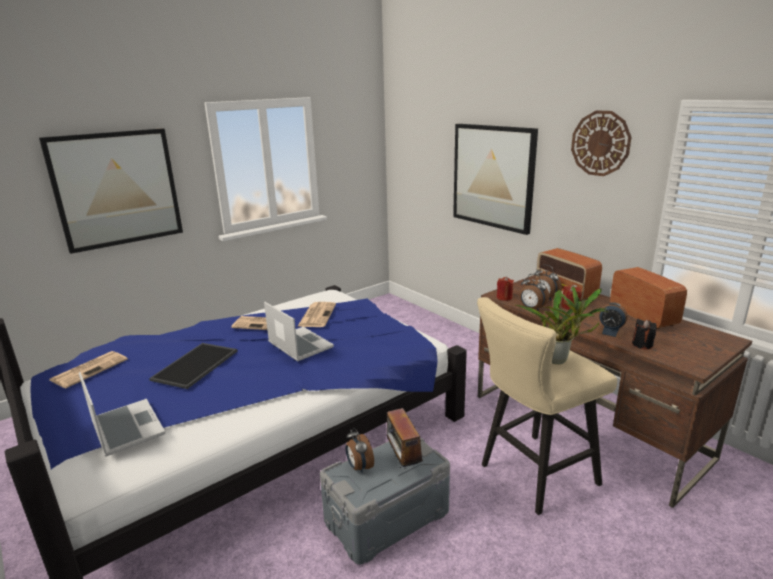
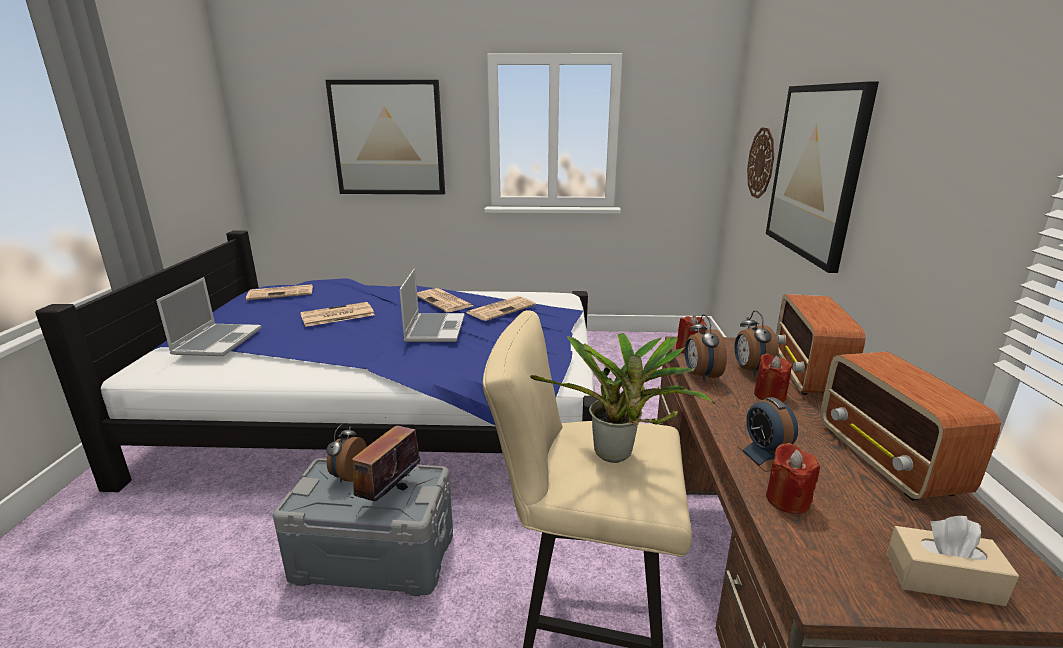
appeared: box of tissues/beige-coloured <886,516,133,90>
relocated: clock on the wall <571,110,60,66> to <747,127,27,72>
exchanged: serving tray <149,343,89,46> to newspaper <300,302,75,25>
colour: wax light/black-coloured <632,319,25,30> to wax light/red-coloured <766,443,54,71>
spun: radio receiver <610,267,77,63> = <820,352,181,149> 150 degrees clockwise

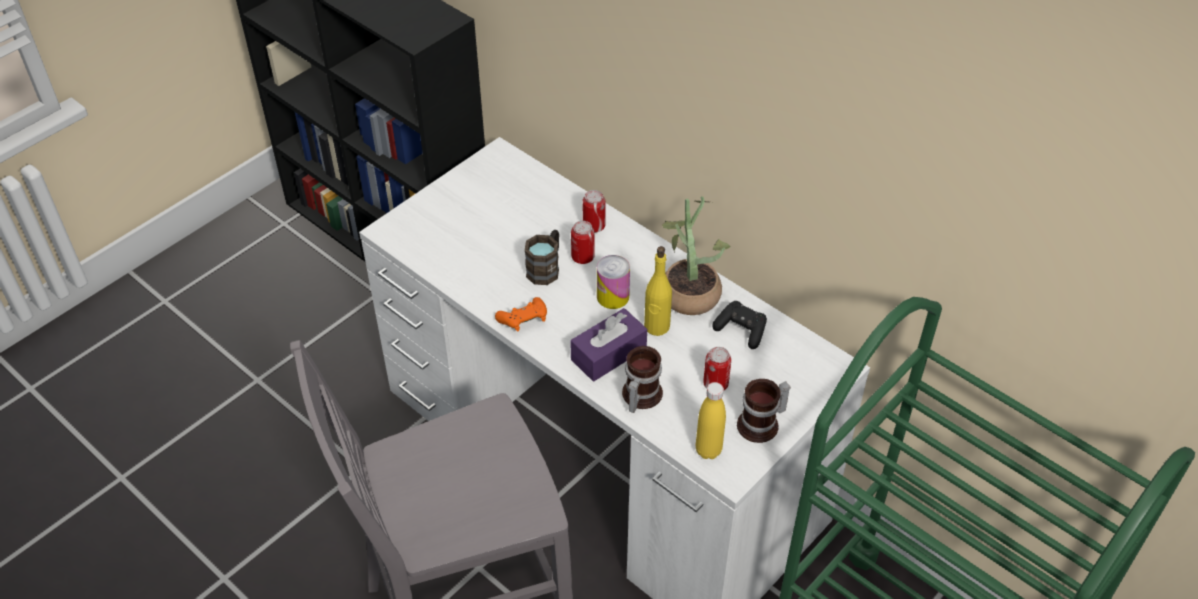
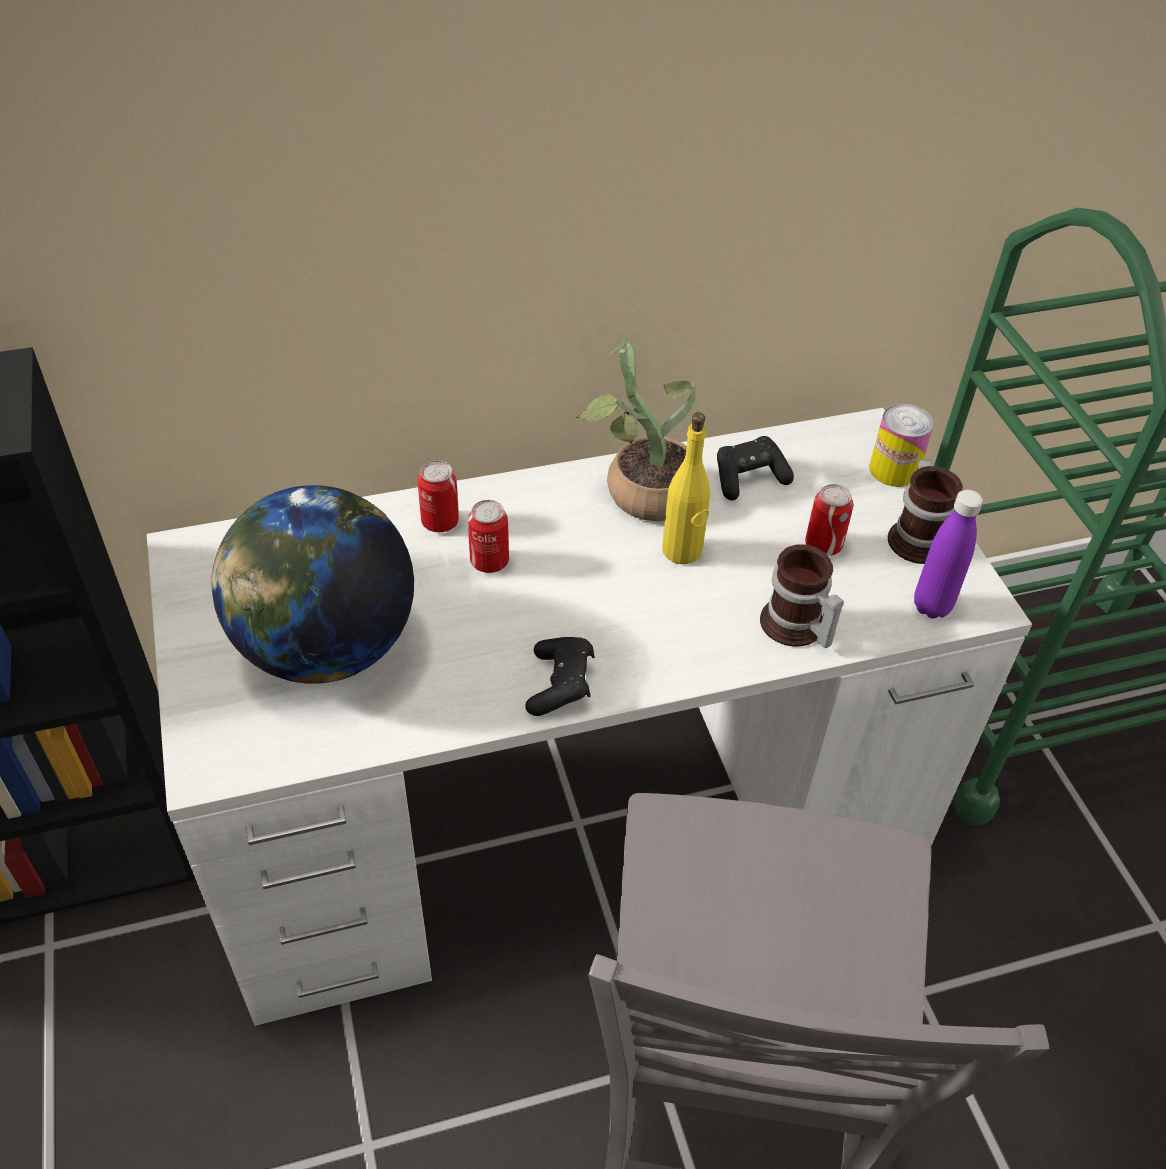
missing: coffee mug/brown-coloured <525,230,34,55>; box of tissues/purple <570,308,77,73>
appeared: globe <211,485,203,199>
relocated: sealed can <597,255,33,54> to <870,404,64,83>
colour: gamepad/orangey <495,297,52,34> to gamepad/black-coloured <525,637,70,79>; beverage bottle/yellowish <696,382,30,77> to beverage bottle/purple <914,490,69,129>

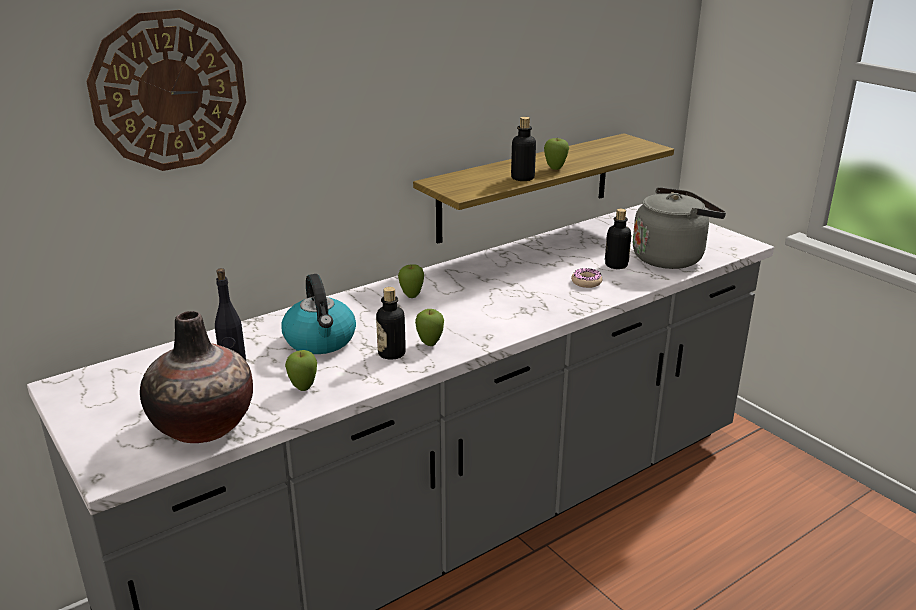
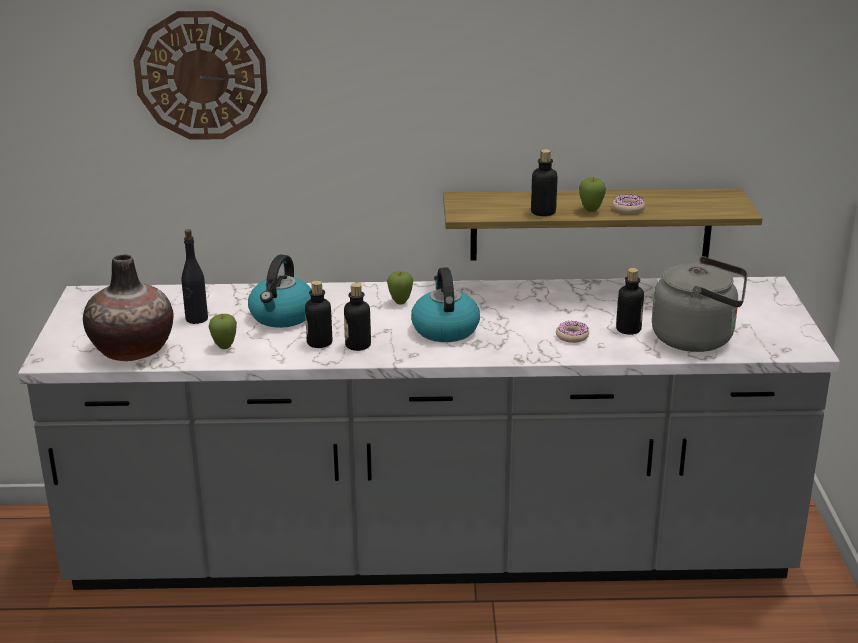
appeared: donut <612,194,33,20>; tea kettle <411,267,69,75>
exchanged: apple <415,309,29,37> to beverage bottle <344,283,27,68>

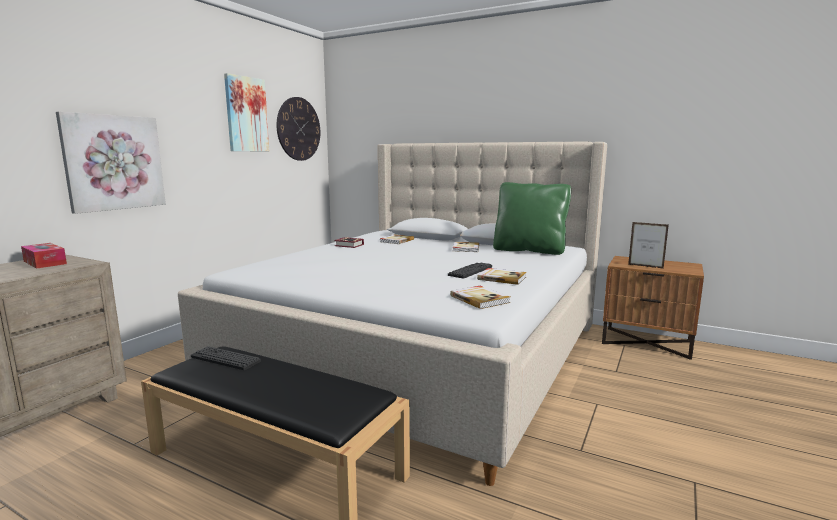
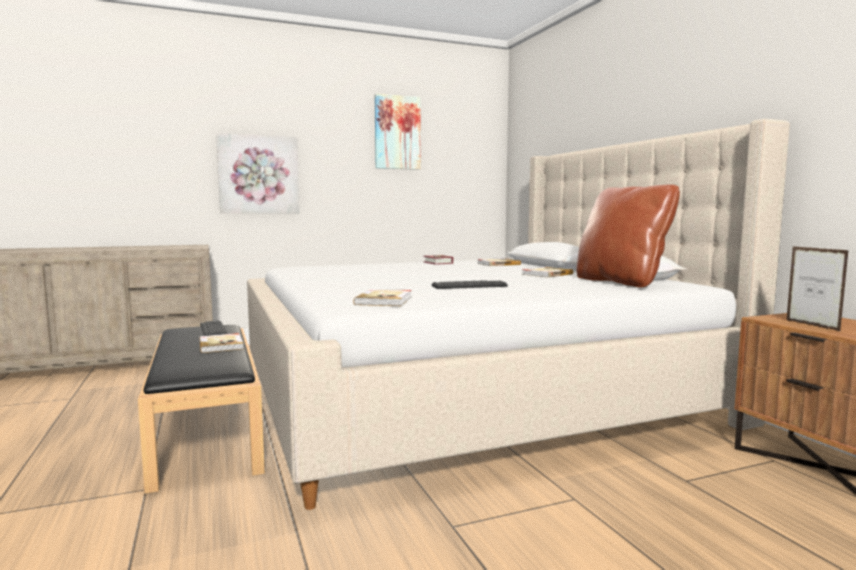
missing: clock on the wall <277,97,43,64>; box of tissues <21,243,46,26>
relocated: bound book <477,268,50,17> to <199,333,45,20>
colour: cushion/greenish <493,182,78,73> to cushion/brown-coloured <576,184,104,104>

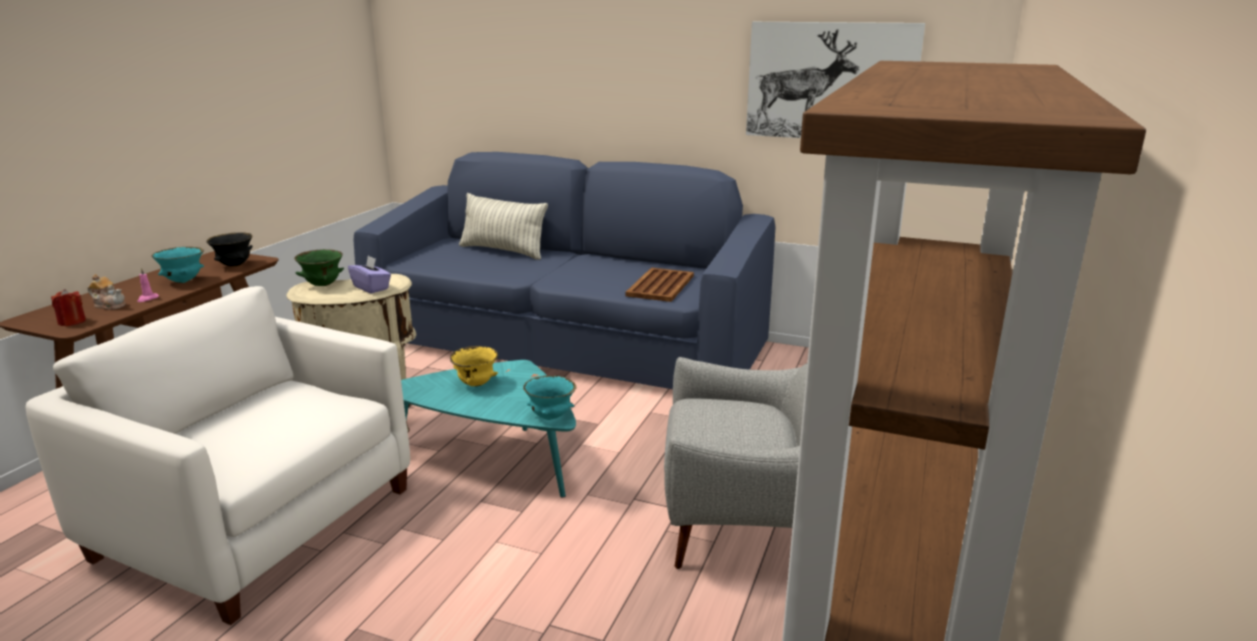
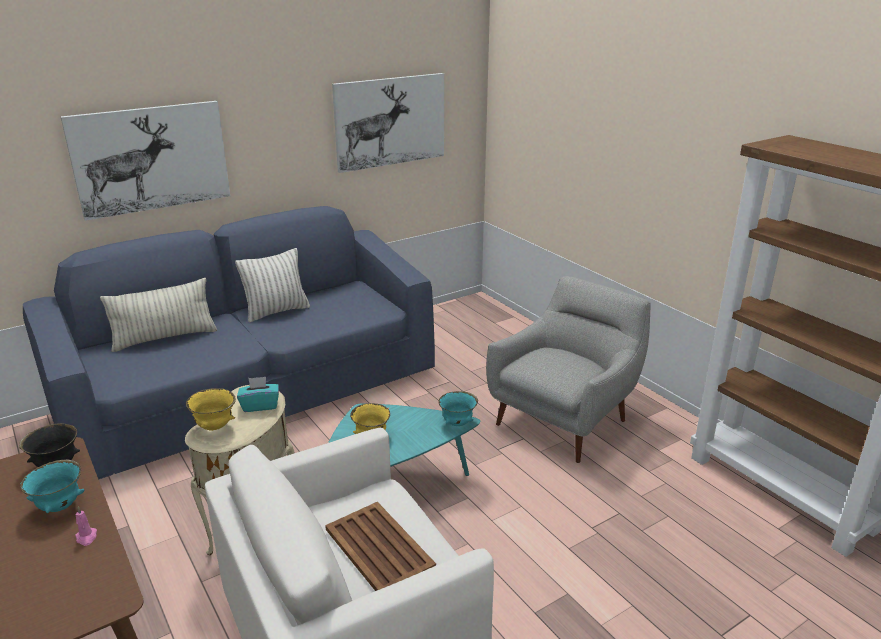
missing: tea pot <88,274,38,36>; wax light/red-coloured <51,289,35,37>
appeared: picture <61,101,169,120>; cushion <235,248,75,74>
relocated: serving tray/brown-coloured <625,268,69,34> to <325,502,111,89>
colour: deep dish/greenish <294,249,50,37> to deep dish/yellowish <186,388,50,43>; box of tissues/purple <348,256,43,38> to box of tissues/turquoise-coloured <237,377,42,35>

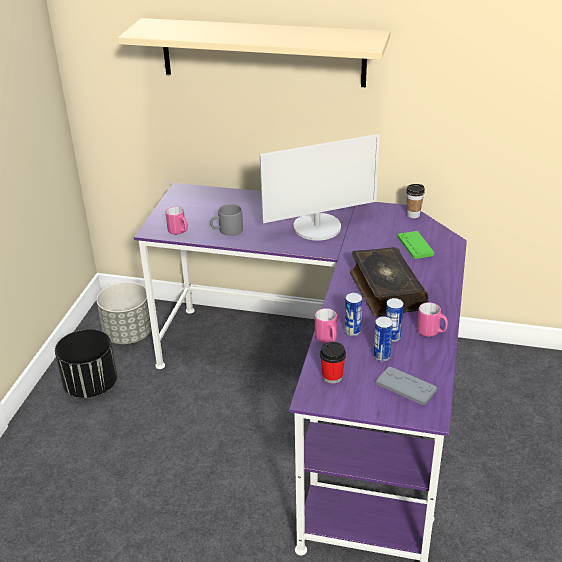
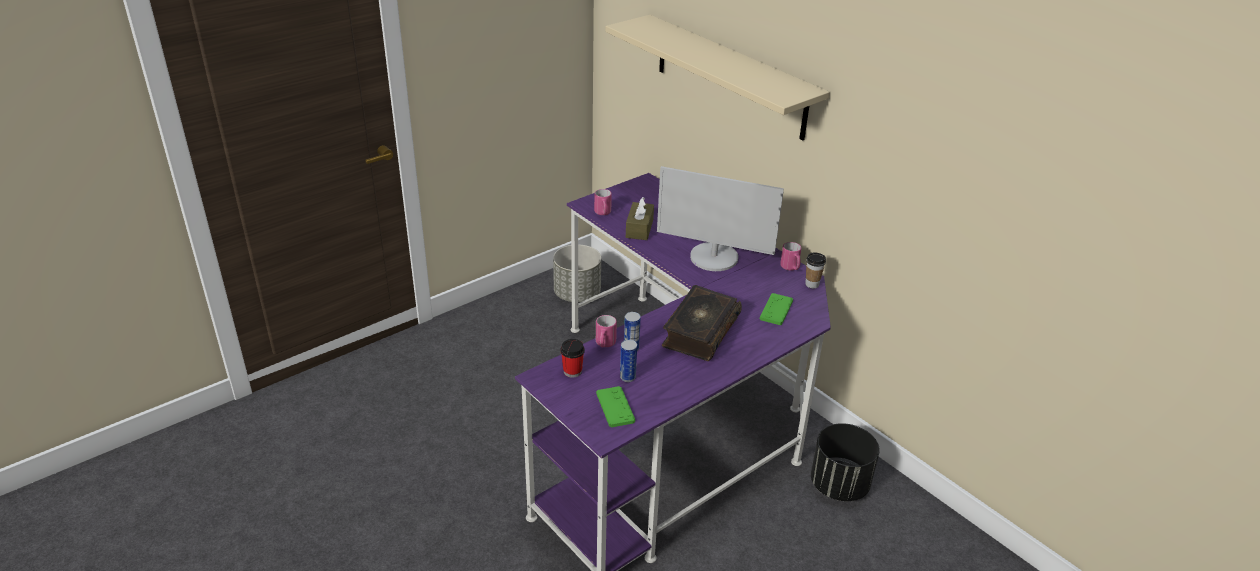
missing: sealed can <386,298,17,44>
relocated: coffee mug/pink <417,302,31,35> to <780,242,21,29>; planter/black-coloured <55,329,62,69> to <811,423,69,78>
exchanged: coffee mug/gray <210,204,33,32> to box of tissues/brown-coloured <626,197,28,43>
colour: gamepad/gray <376,367,61,38> to gamepad/greenish <596,386,39,41>

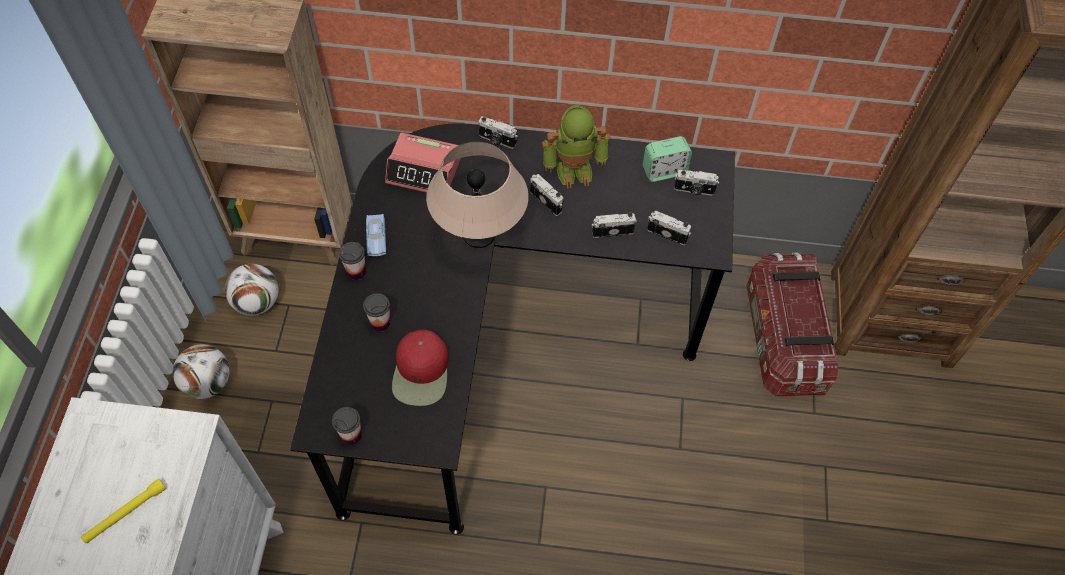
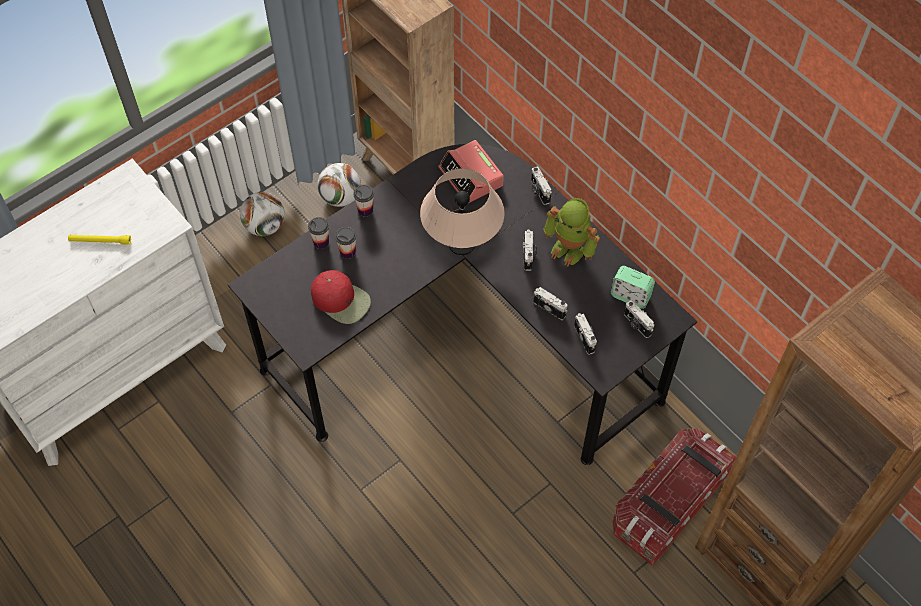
missing: miniature car/blue <366,214,20,42>
relocated: small cup <332,407,30,38> to <308,217,21,32>
spun: cap/red-coloured <392,330,57,76> = <311,270,60,54> 105 degrees counterclockwise

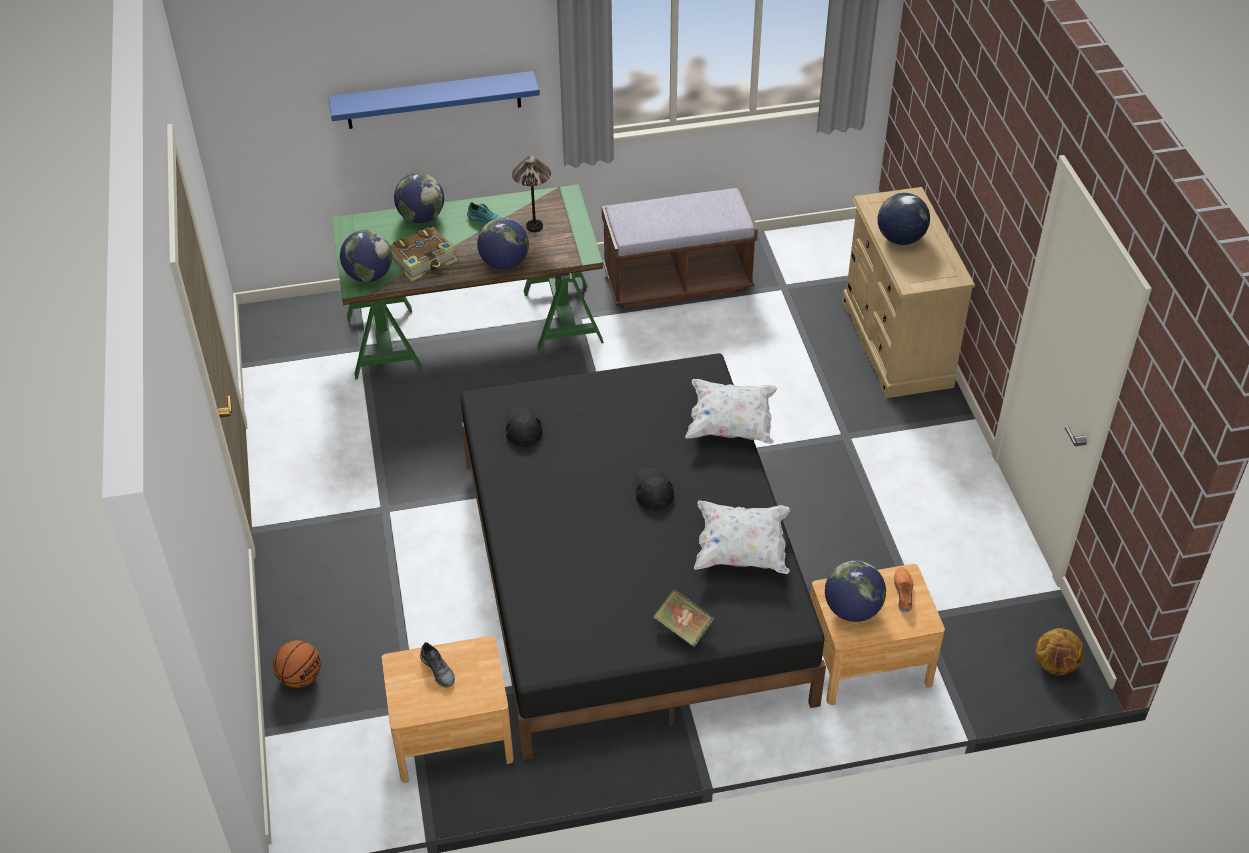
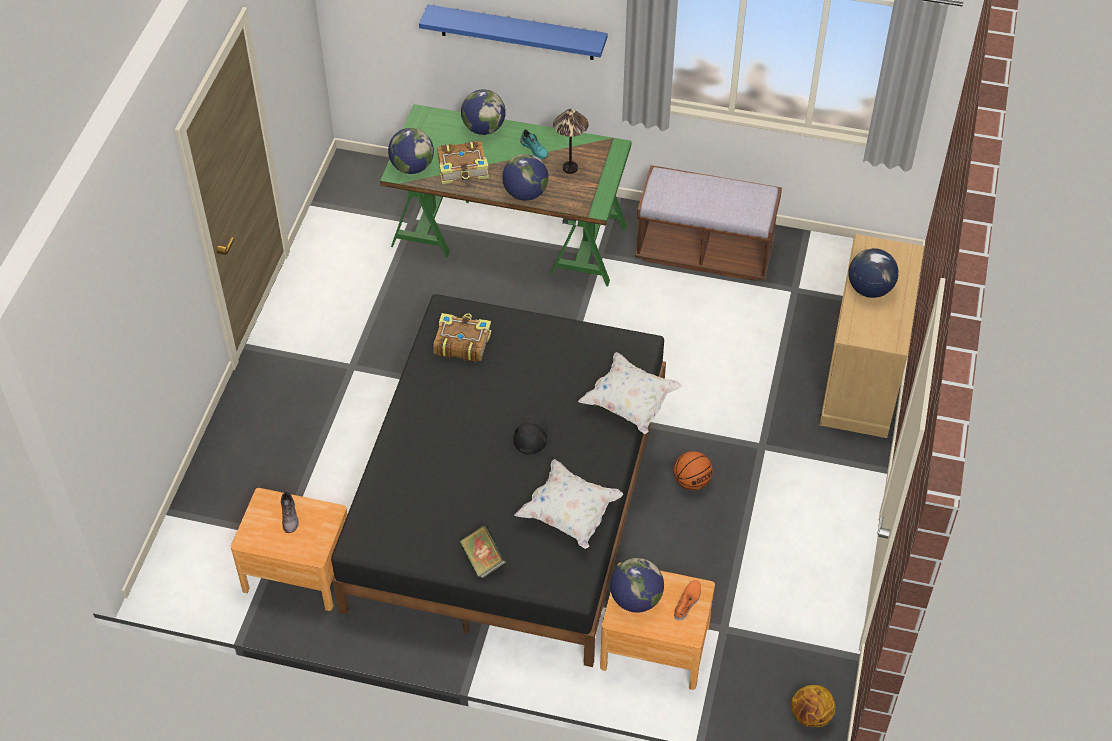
relocated: basketball ball <273,640,48,48> to <674,451,39,39>
exchanged: cap/black-coloured <505,407,38,39> to bound book <433,313,58,49>

